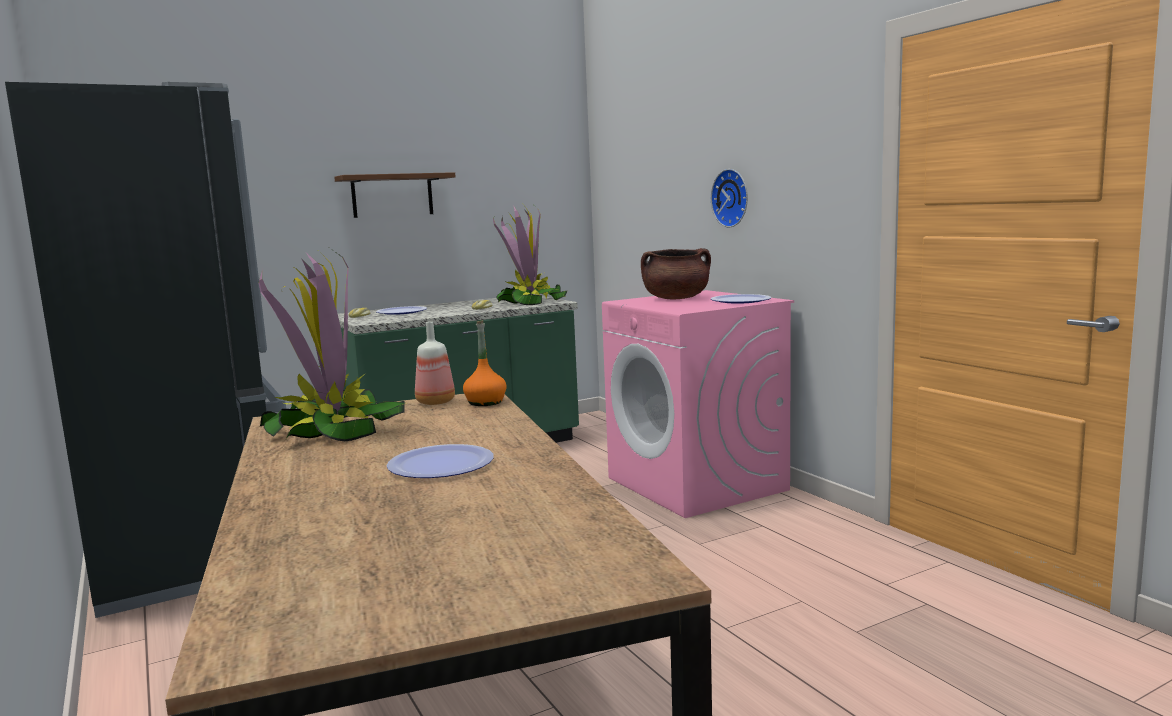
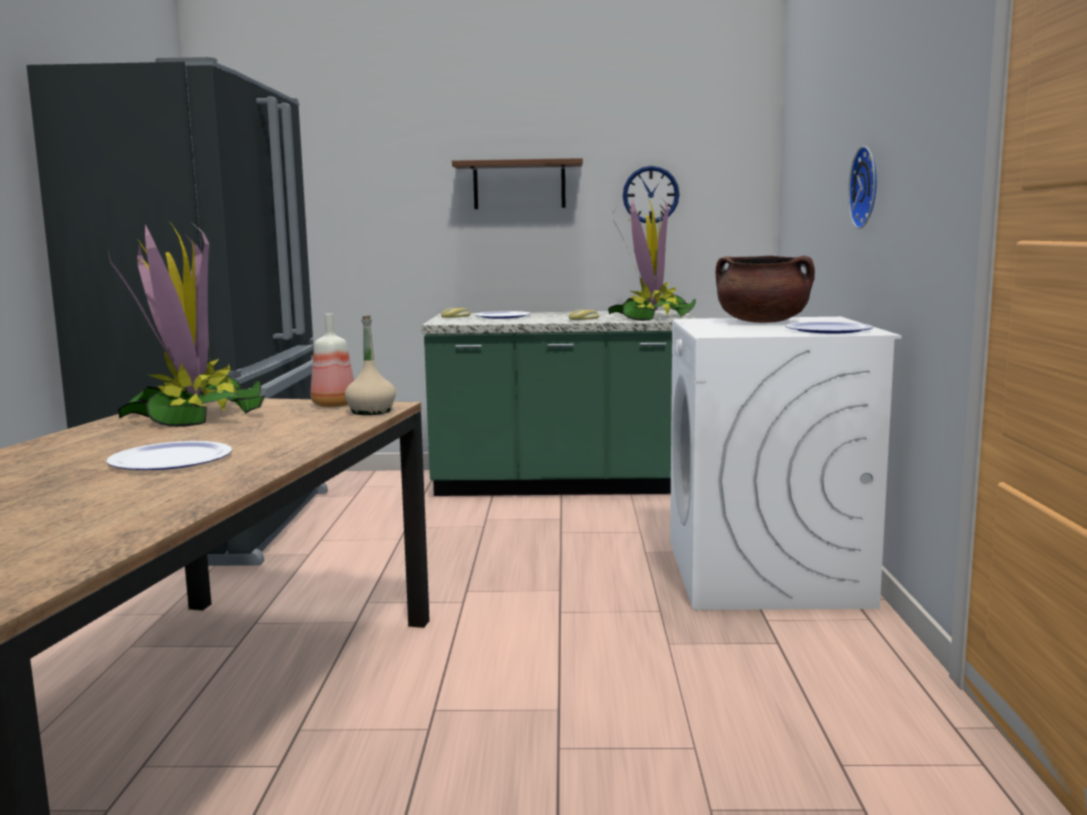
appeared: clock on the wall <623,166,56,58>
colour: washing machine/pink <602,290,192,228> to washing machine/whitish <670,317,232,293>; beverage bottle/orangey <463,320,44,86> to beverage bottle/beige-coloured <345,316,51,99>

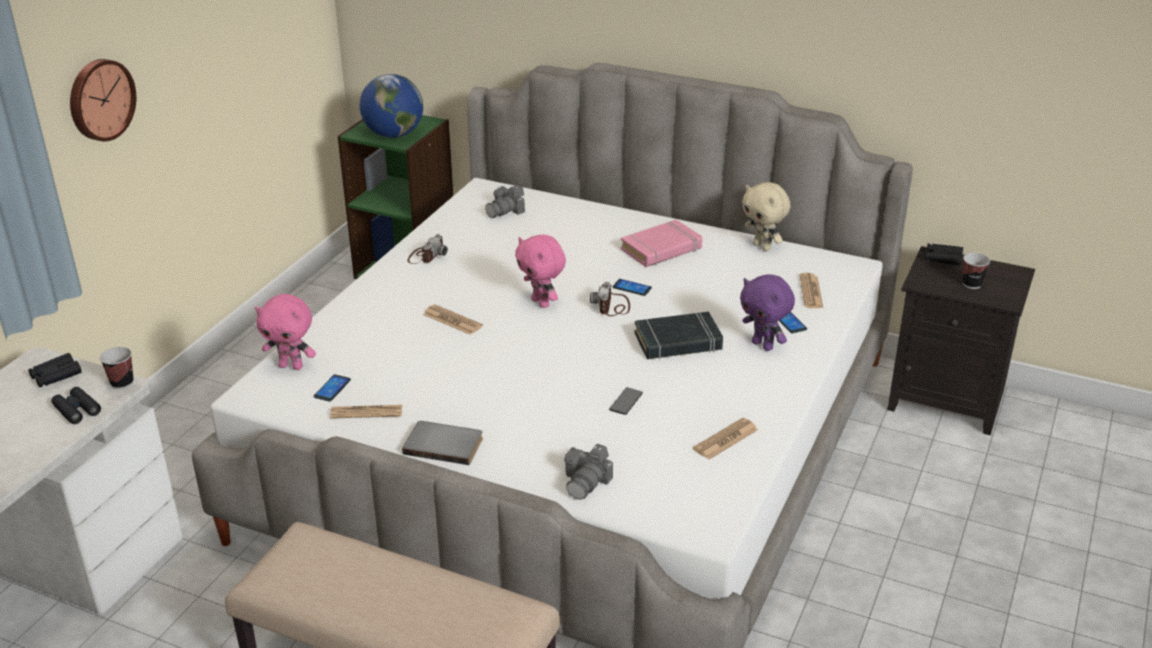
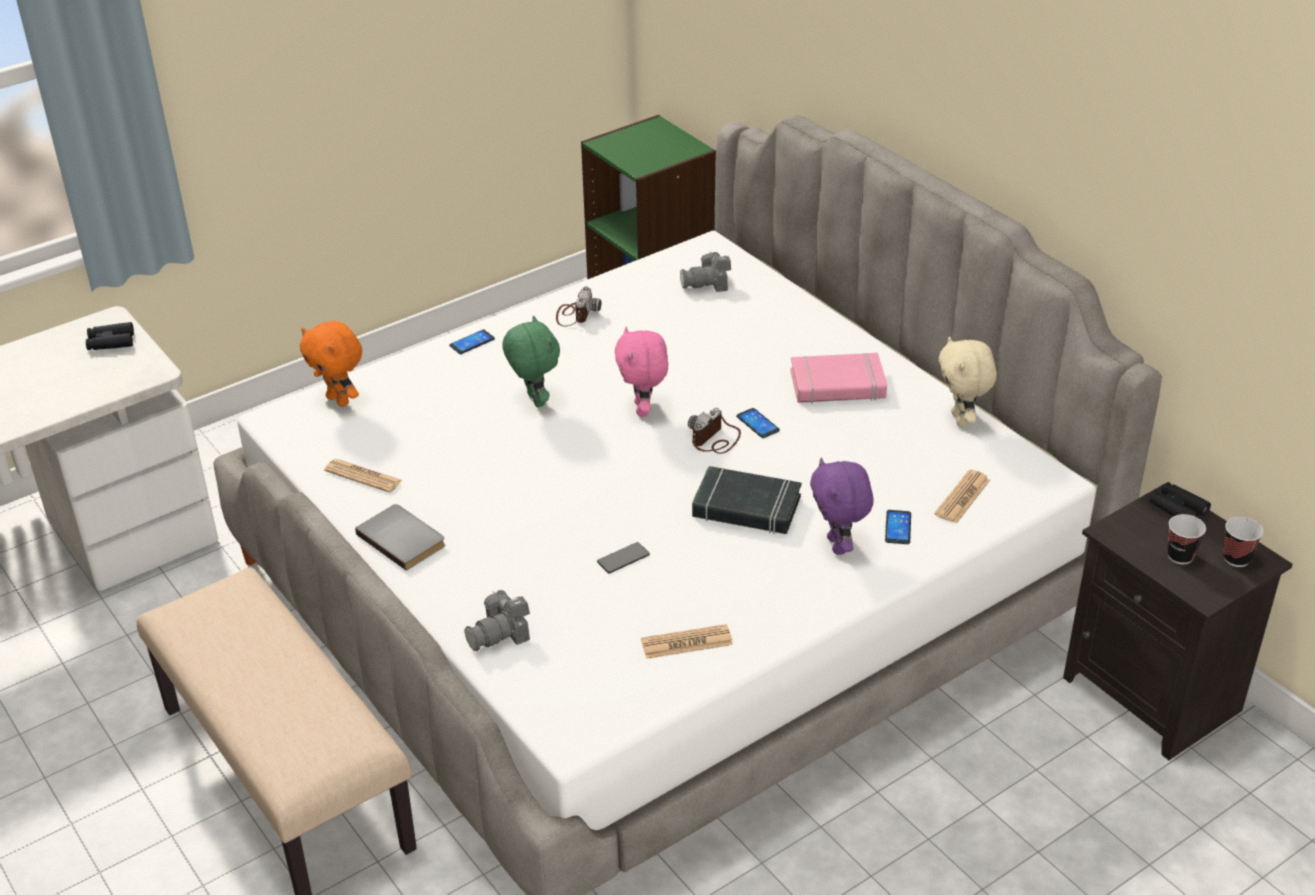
missing: clock on the wall <70,59,66,82>; globe <360,74,63,64>; pair of binoculars/black-coloured <51,387,50,37>
relocated: small cup <100,347,34,42> to <1223,517,40,50>; phone <314,375,37,27> to <449,329,46,25>
exchanged: newspaper <423,304,60,31> to cuddly toy/greenish <502,315,58,92>
colour: cuddly toy/pink <255,294,61,76> to cuddly toy/orangey <300,321,62,86>
spun: photo camera <407,234,41,30> = <556,286,45,40> 45 degrees counterclockwise

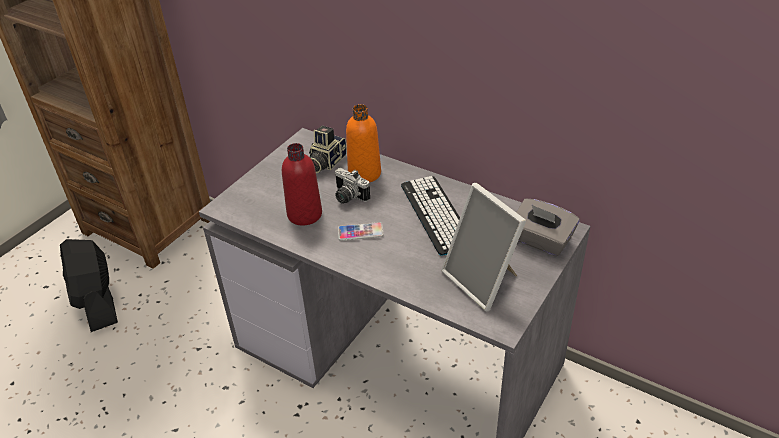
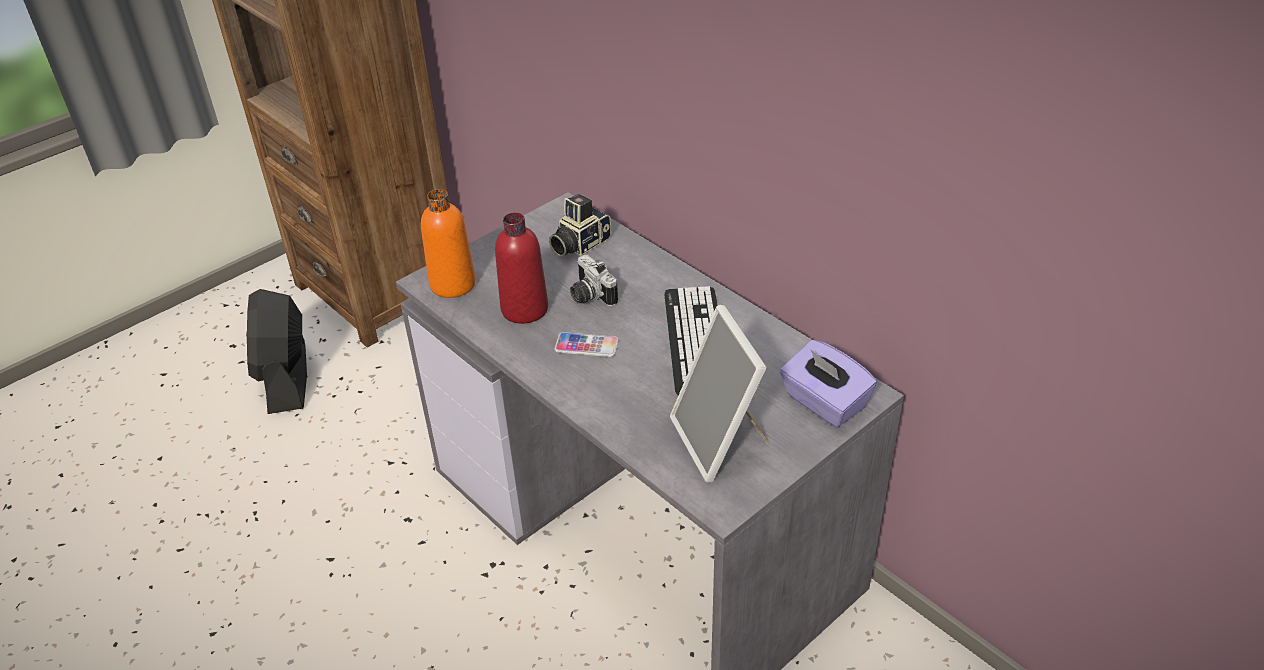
relocated: beverage bottle/orangey <346,104,35,79> to <421,189,55,109>
colour: box of tissues/gray <516,199,64,57> to box of tissues/purple <780,340,97,88>

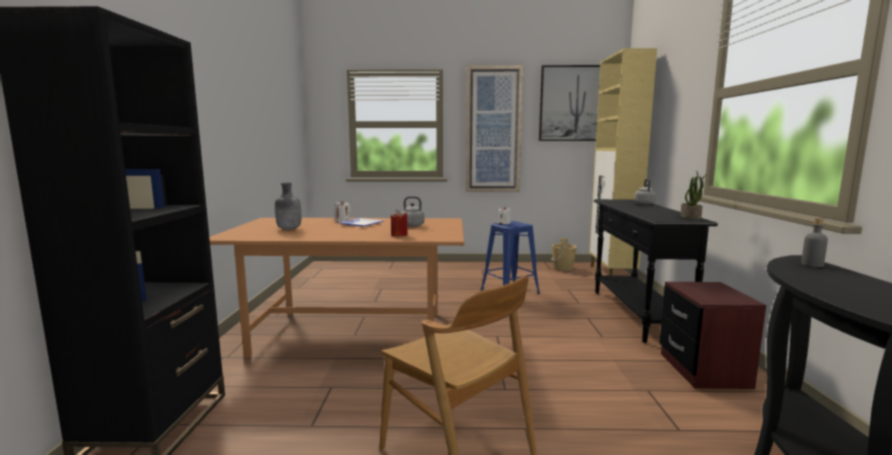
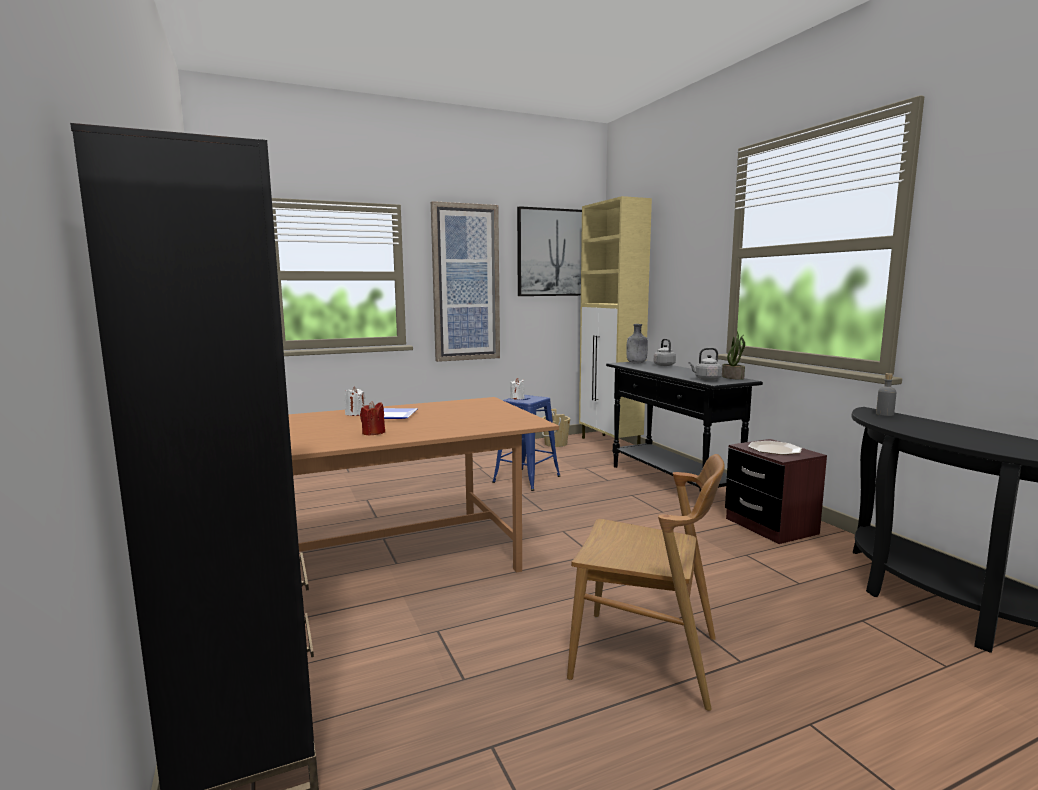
appeared: flat dish <748,441,54,14>
relocated: beverage bottle/gray <275,183,26,47> to <626,324,22,40>; tea kettle/gray <395,196,29,31> to <689,348,33,32>; wax light/red-coloured <391,211,17,25> to <360,401,25,35>

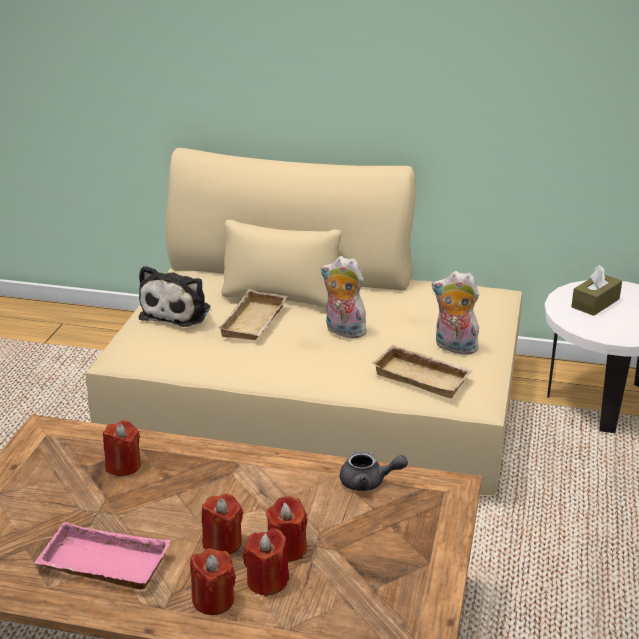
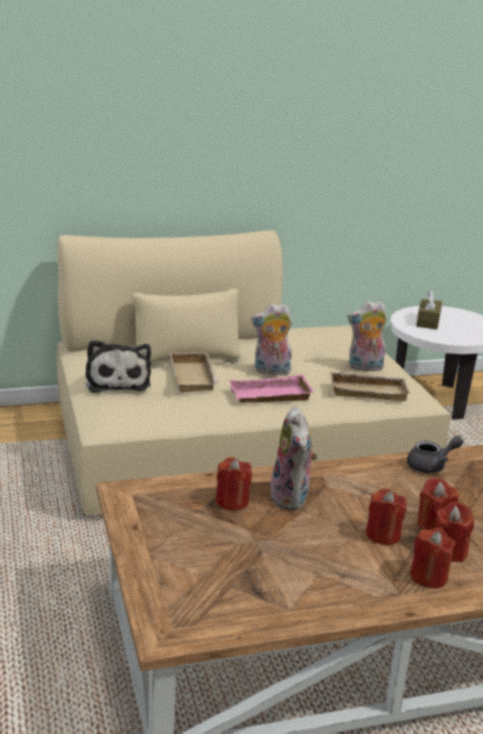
appeared: cuddly toy <270,406,48,104>
relocated: serving tray/pink <34,522,137,68> to <229,374,85,29>

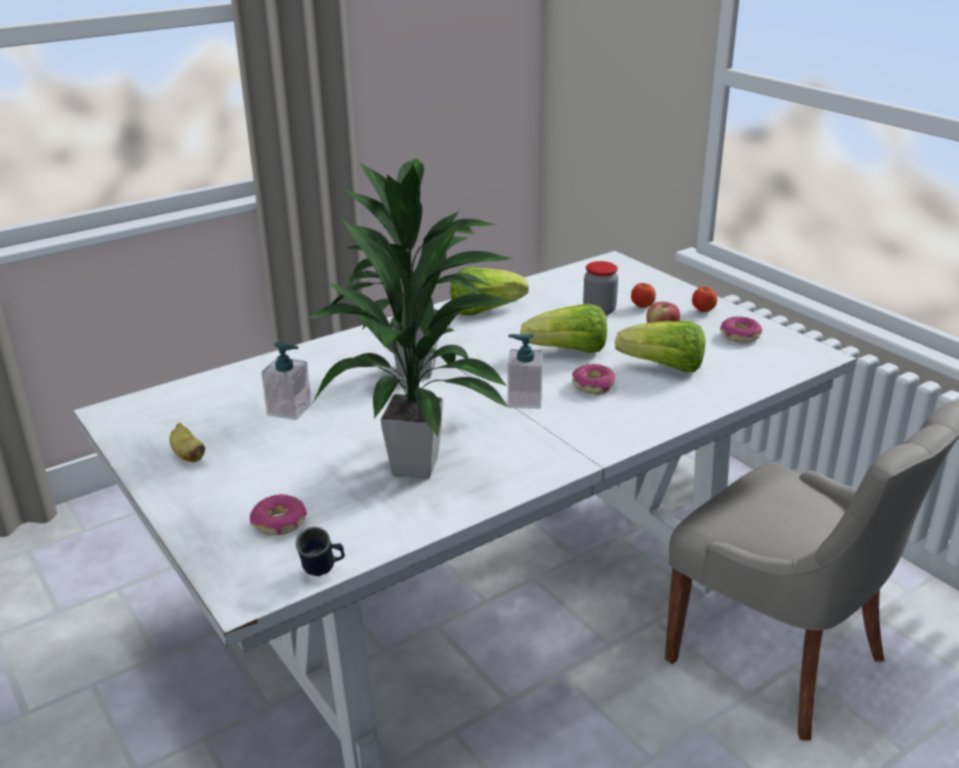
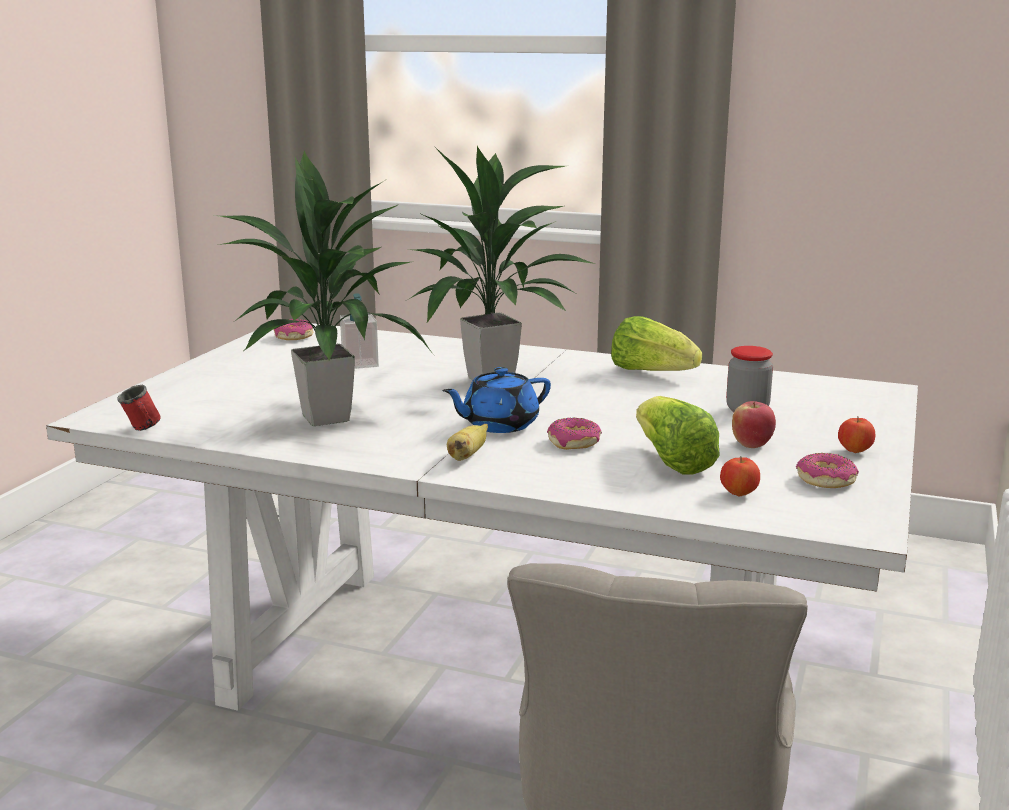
missing: lettuce head <520,304,87,49>
relocated: apple <631,283,25,25> to <720,457,40,39>; banana fruit <169,423,36,39> to <447,424,41,37>; donut <250,494,57,41> to <274,319,39,21>
exchanged: soap bottle <508,334,35,75> to tea pot/blue <442,367,109,66>
colour: coffee mug/blue <295,527,50,49> to coffee mug/red-coloured <117,385,44,46>

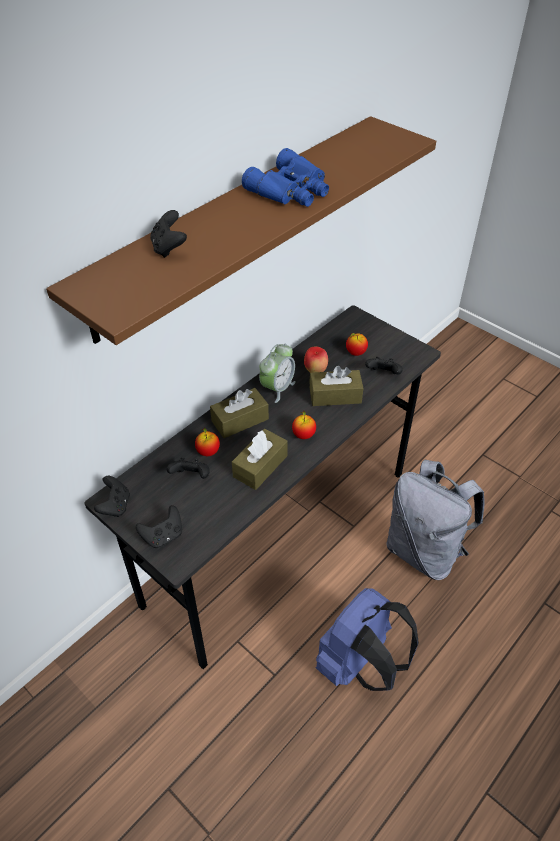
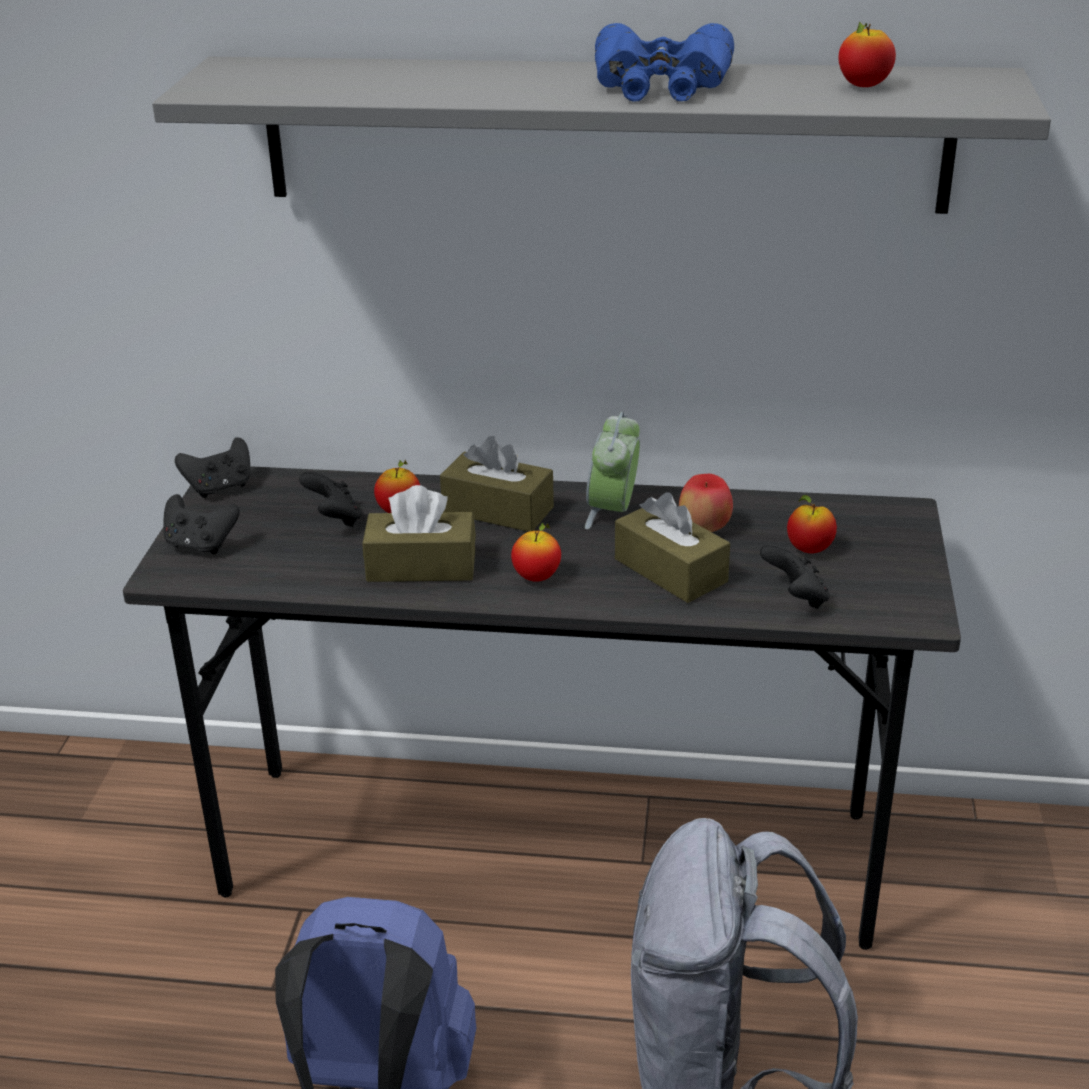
missing: gamepad/black-coloured <150,210,37,48>
appeared: apple <838,21,58,66>
colour: bracket shelf/brown-coloured <46,116,390,229> to bracket shelf/gray <152,57,899,157>
spun: alarm clock <259,343,37,60> = <585,412,55,118> 105 degrees clockwise

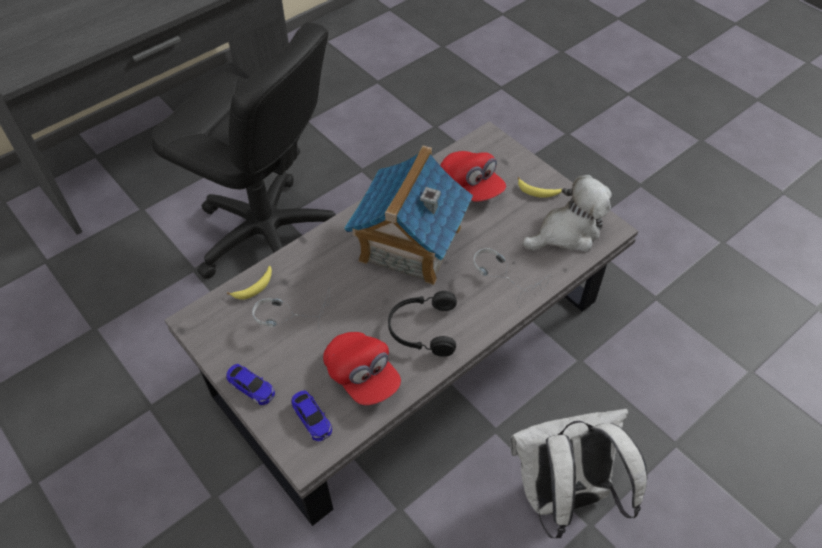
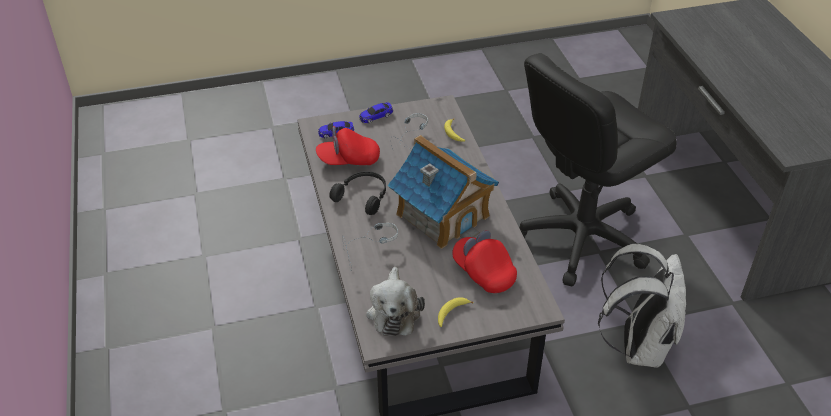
relocated: rucksack/whitish <510,409,137,129> to <598,244,88,124>
spun: cap/red-coloured <440,151,66,51> = <452,230,65,63> 60 degrees clockwise

